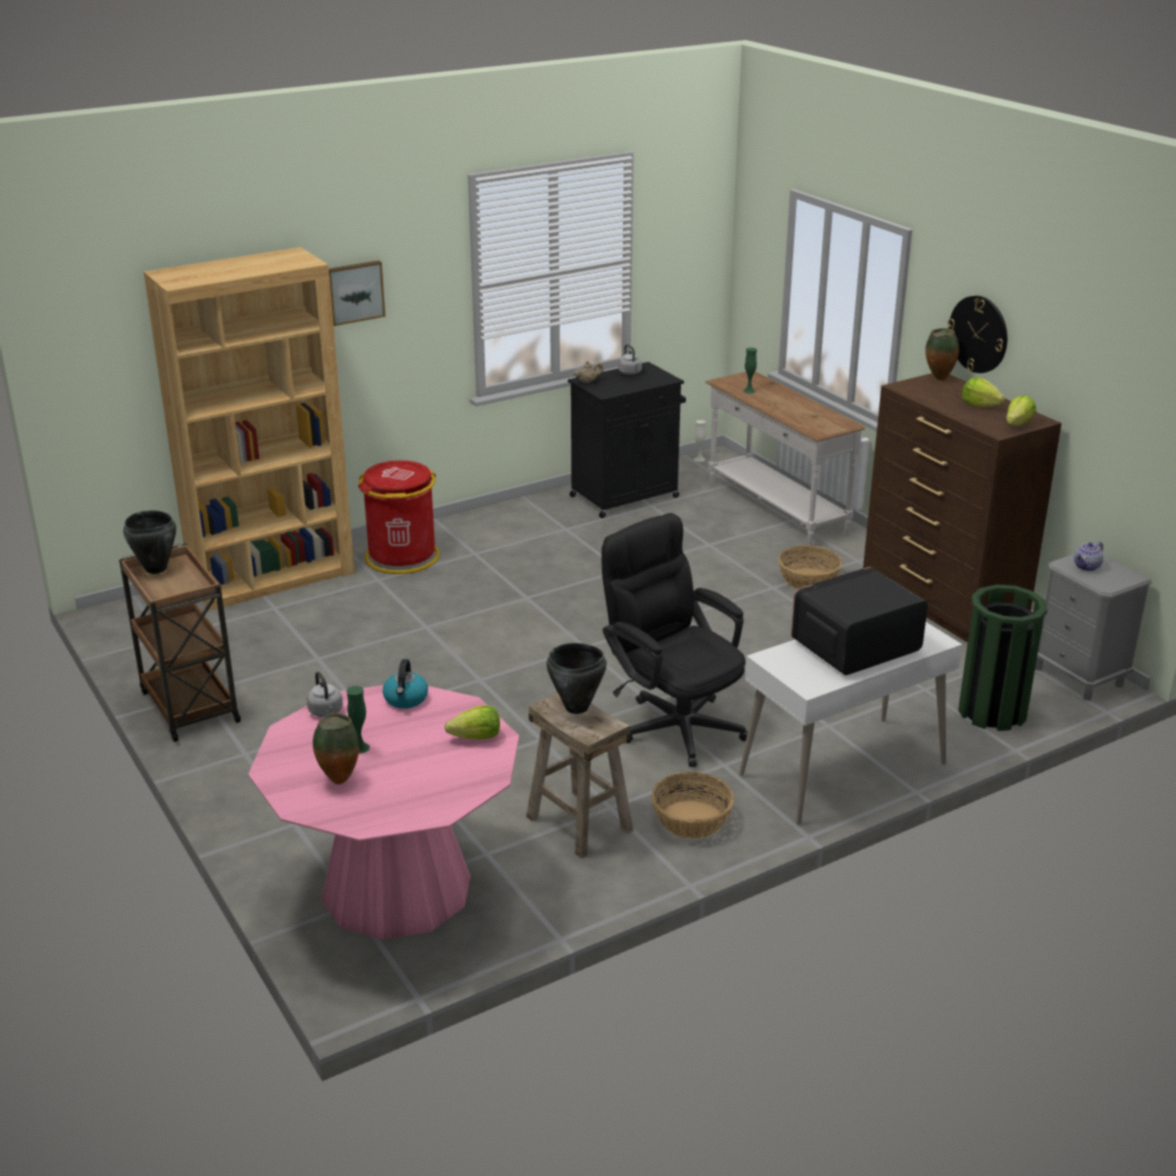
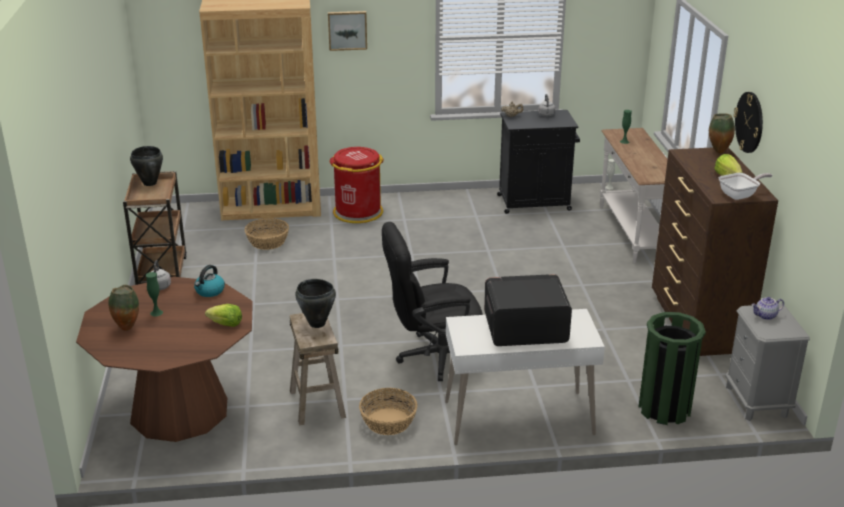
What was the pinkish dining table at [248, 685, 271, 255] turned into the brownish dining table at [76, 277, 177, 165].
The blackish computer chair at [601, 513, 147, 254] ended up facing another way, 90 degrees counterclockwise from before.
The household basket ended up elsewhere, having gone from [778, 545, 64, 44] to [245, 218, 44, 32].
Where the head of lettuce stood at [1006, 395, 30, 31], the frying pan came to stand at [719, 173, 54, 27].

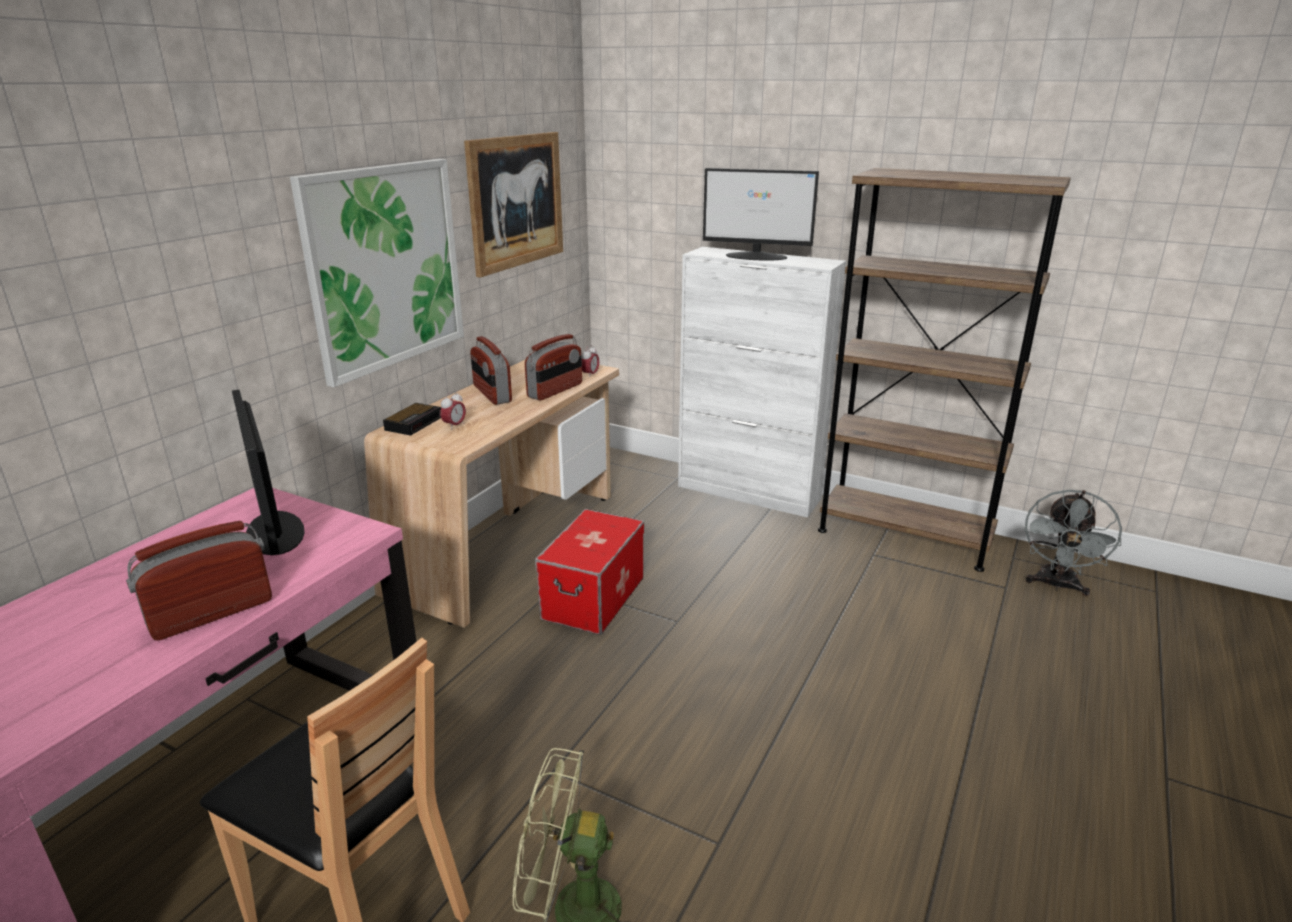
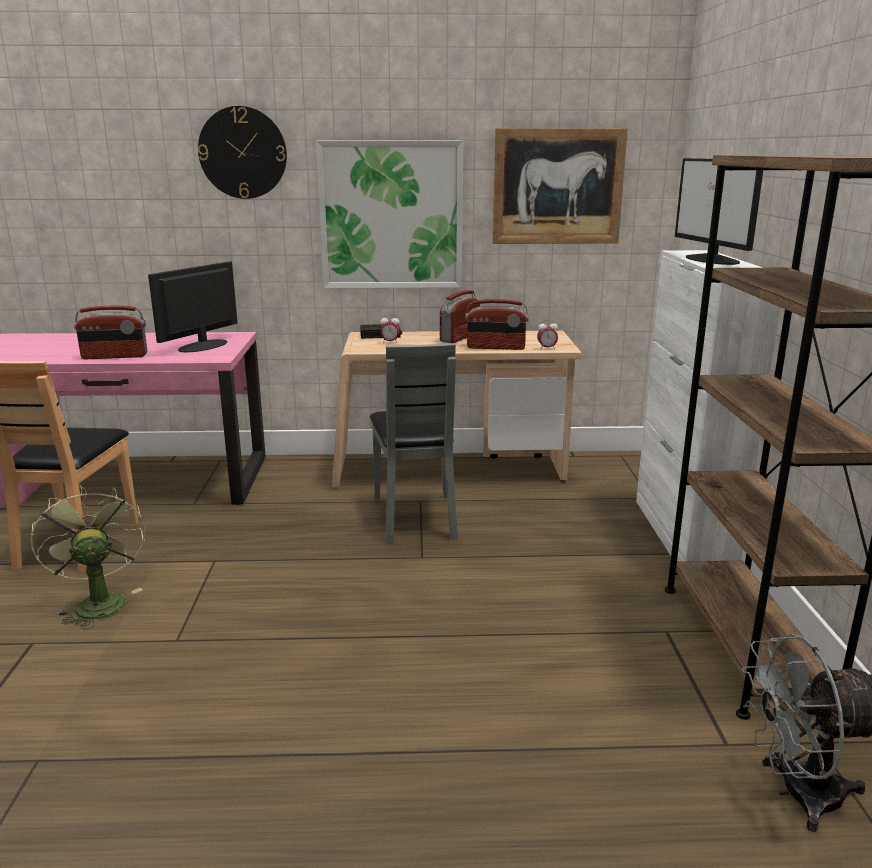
The radio receiver at [126, 521, 146, 120] ended up facing another way, 150 degrees clockwise from before.
Where the storage bin stood at [535, 509, 109, 126], the grey upright chair came to stand at [370, 343, 88, 201].
The second view gained the hanging clock at [198, 106, 89, 93].

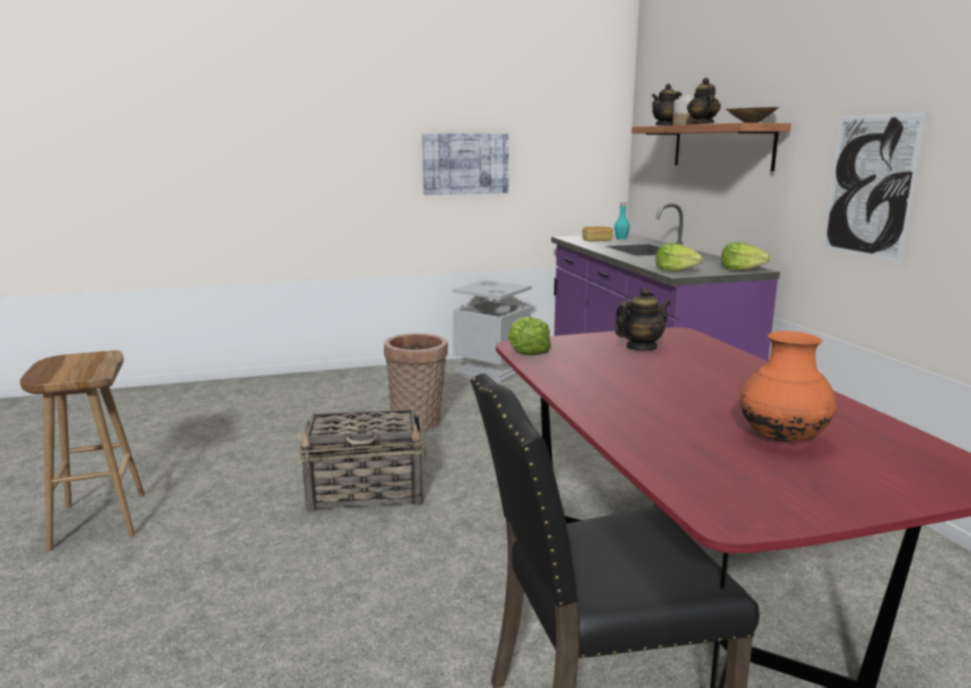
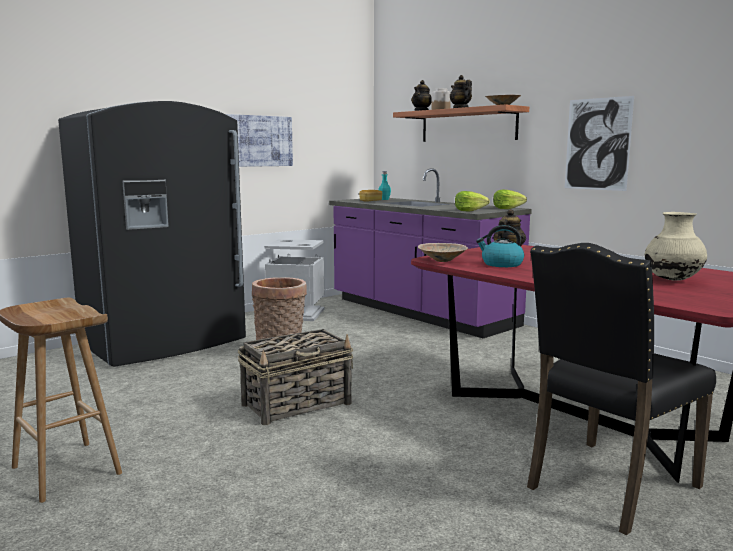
Where the head of lettuce stood at [508, 317, 43, 38], the beige deep dish came to stand at [418, 243, 50, 19].
What was the orangey decorative vase at [740, 331, 97, 111] turned into the beige decorative vase at [645, 212, 62, 69].
The second view gained the blackish fridge at [58, 101, 188, 266].
The second view gained the water kettle at [476, 225, 48, 42].

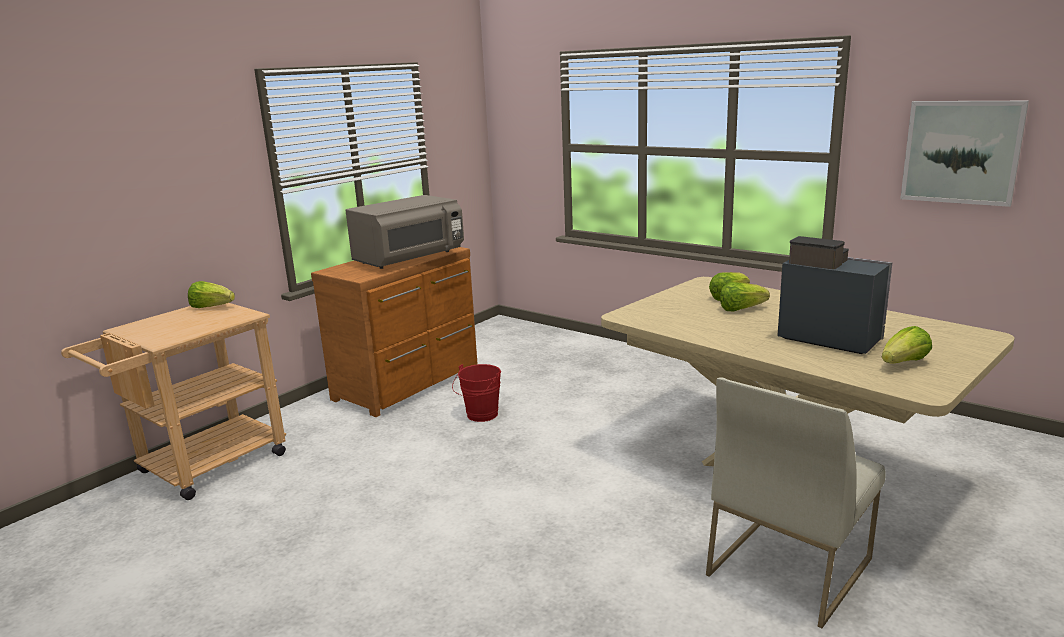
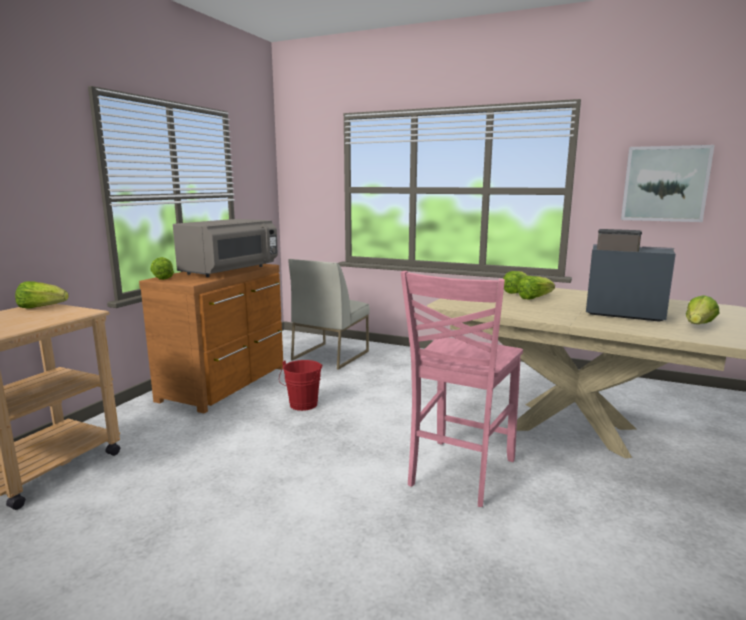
The whitish upright chair ended up elsewhere, having gone from [706, 378, 180, 250] to [288, 259, 82, 111].
The second view gained the head of lettuce at [150, 257, 24, 23].
The second view gained the pinkish upright chair at [401, 271, 122, 236].

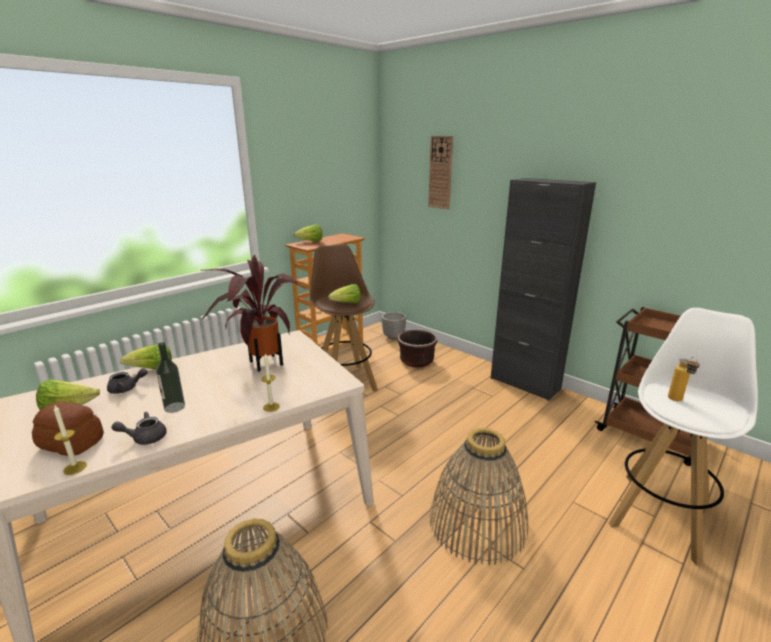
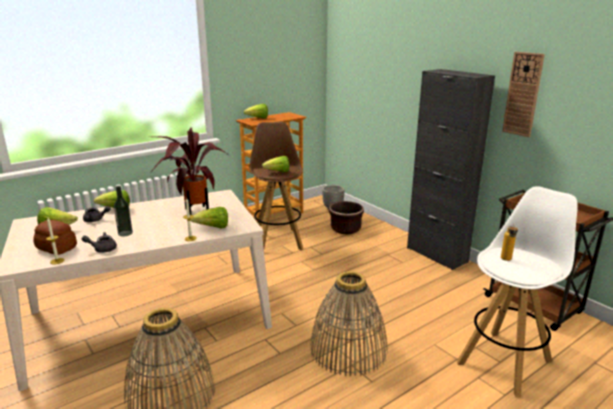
The hanging clock ended up elsewhere, having gone from [428, 136, 25, 73] to [502, 52, 43, 85].
The second view gained the head of lettuce at [190, 207, 38, 21].

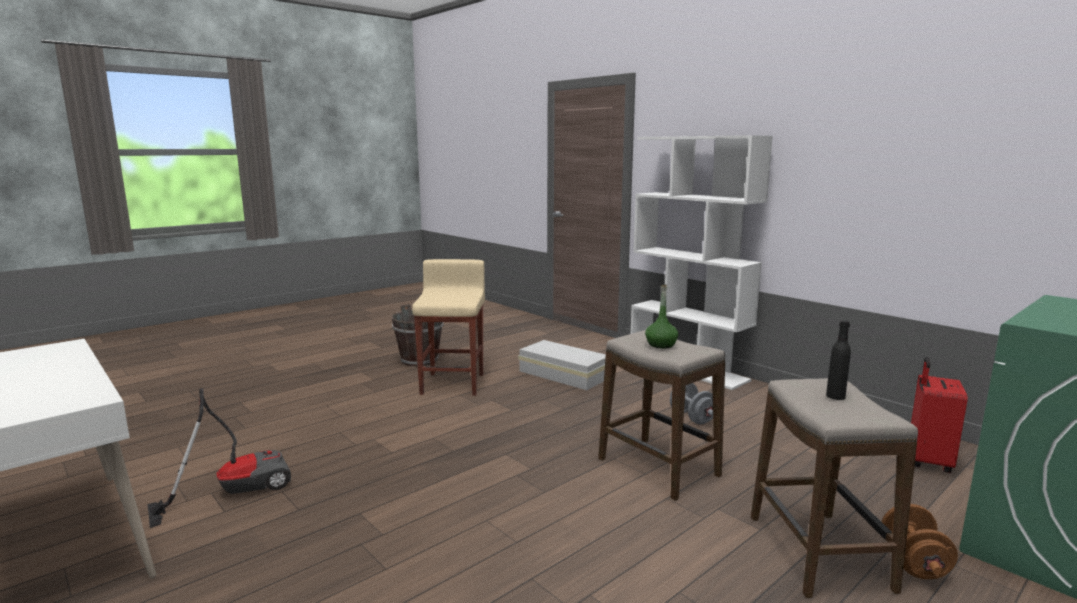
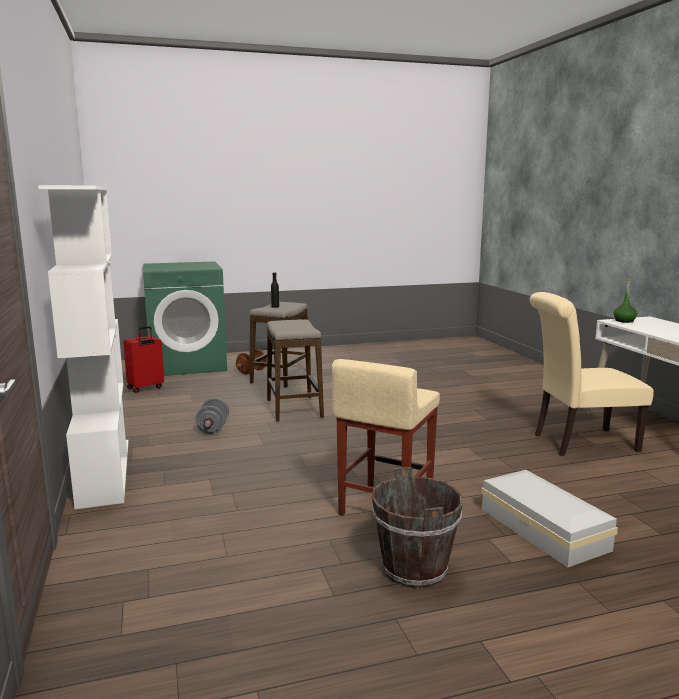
Where the hoover stood at [147, 388, 144, 140], the beige upright chair came to stand at [530, 292, 124, 164].
The whitish storage bin ended up elsewhere, having gone from [518, 340, 88, 50] to [481, 470, 137, 98].
The green-coloured bottle ended up elsewhere, having gone from [645, 285, 33, 64] to [613, 279, 24, 44].

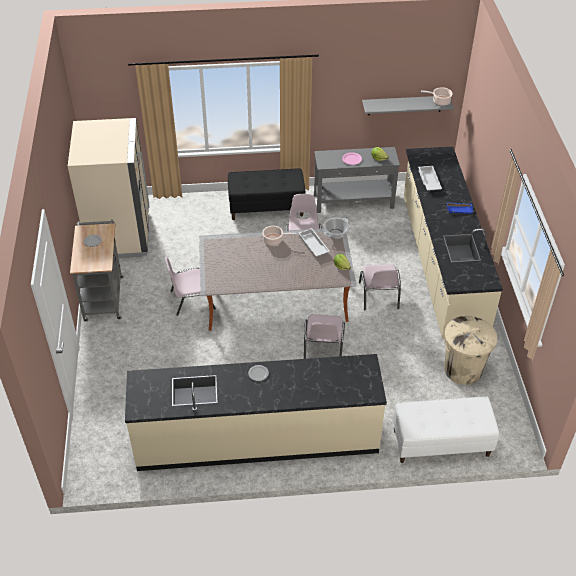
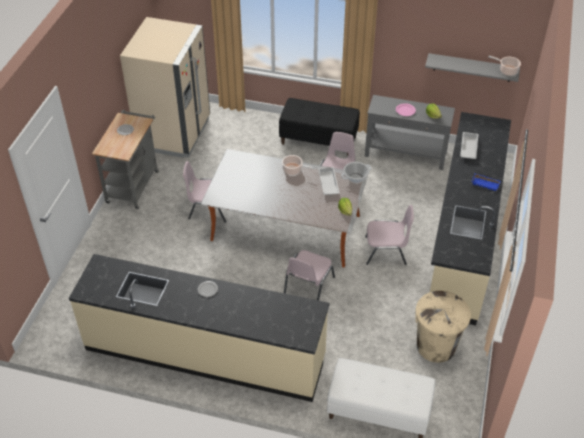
The pinkish upright chair at [359, 265, 42, 45] ended up facing another way, 105 degrees counterclockwise from before.

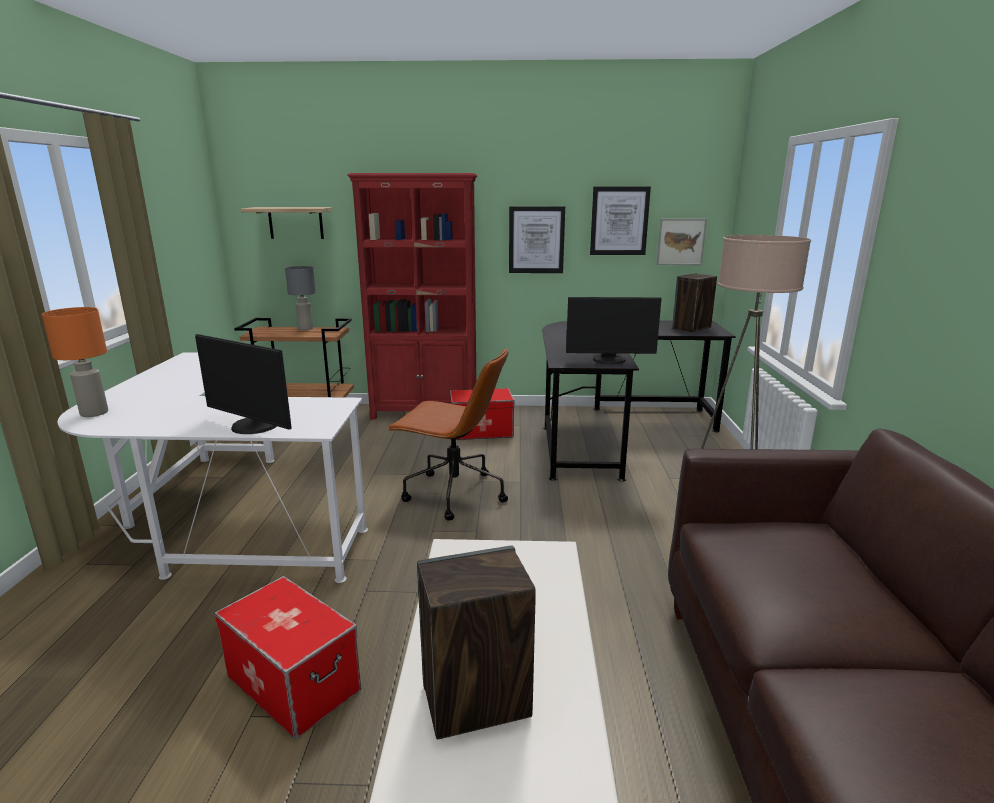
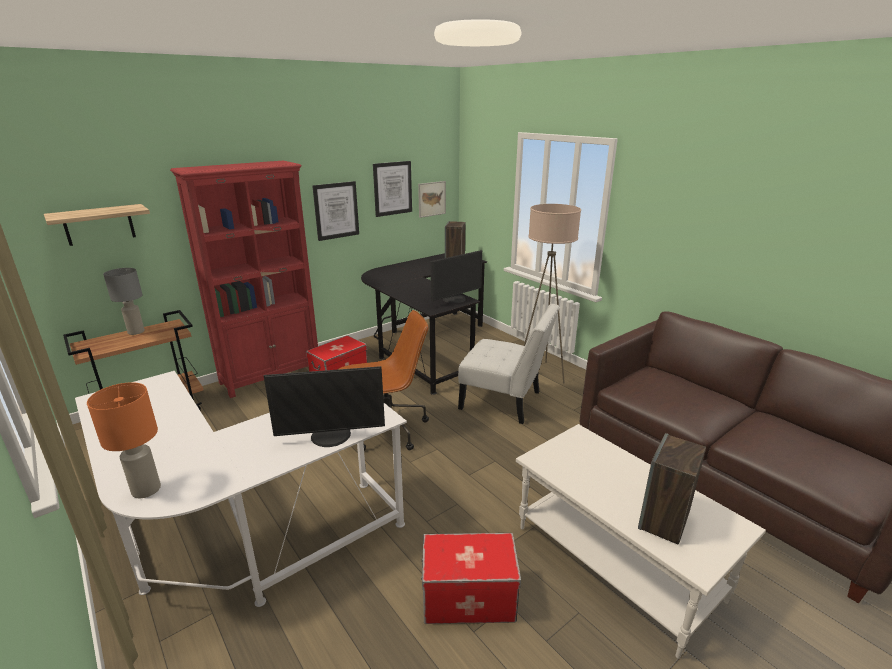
The second view gained the whitish upright chair at [458, 304, 102, 120].

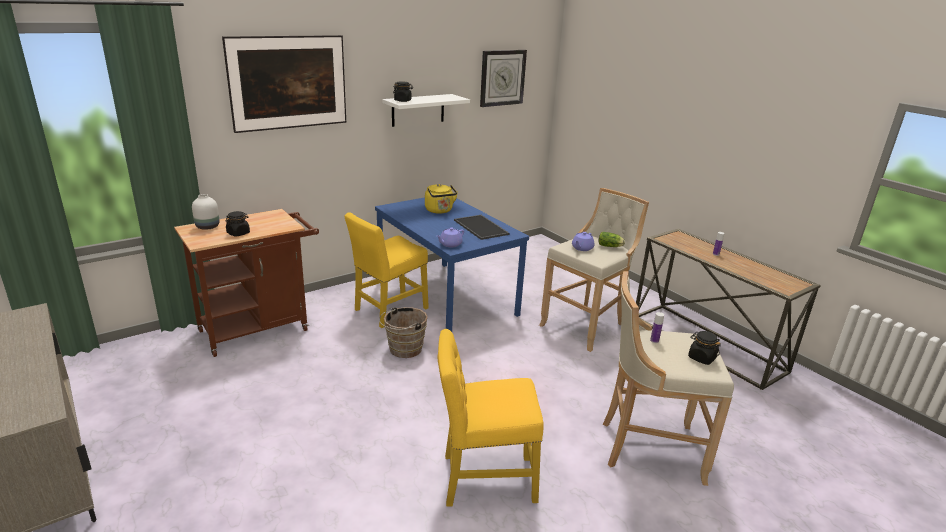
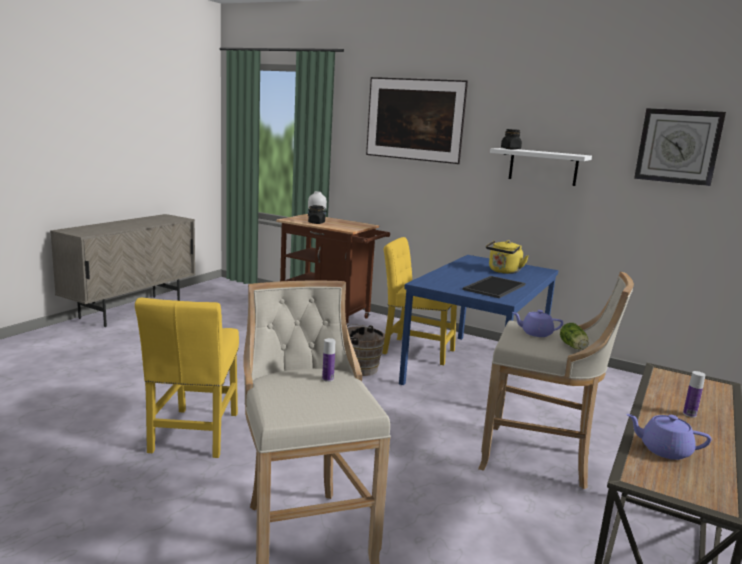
The purple-coloured teapot ended up elsewhere, having gone from [437, 228, 27, 20] to [626, 414, 86, 46].
The yellow-coloured upright chair at [438, 329, 106, 178] ended up facing another way, 150 degrees counterclockwise from before.
The second view lost the blackish jar at [688, 331, 33, 34].

